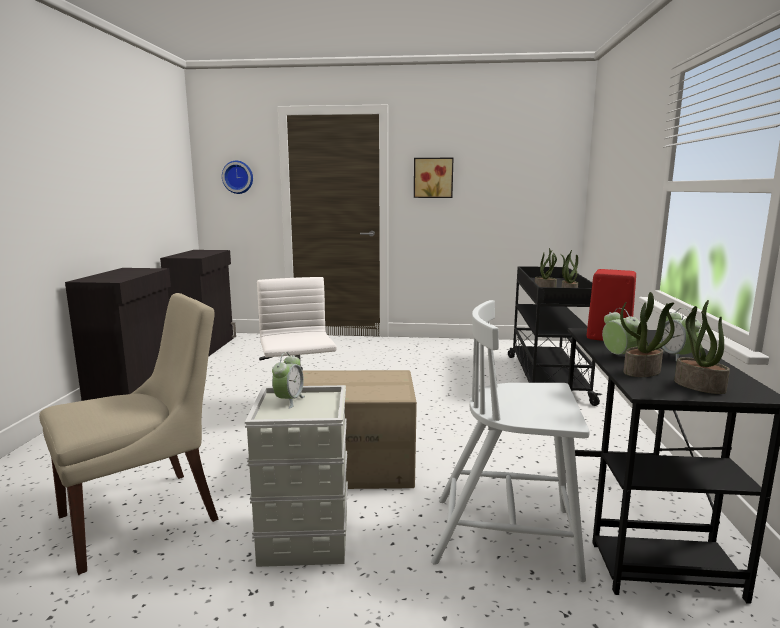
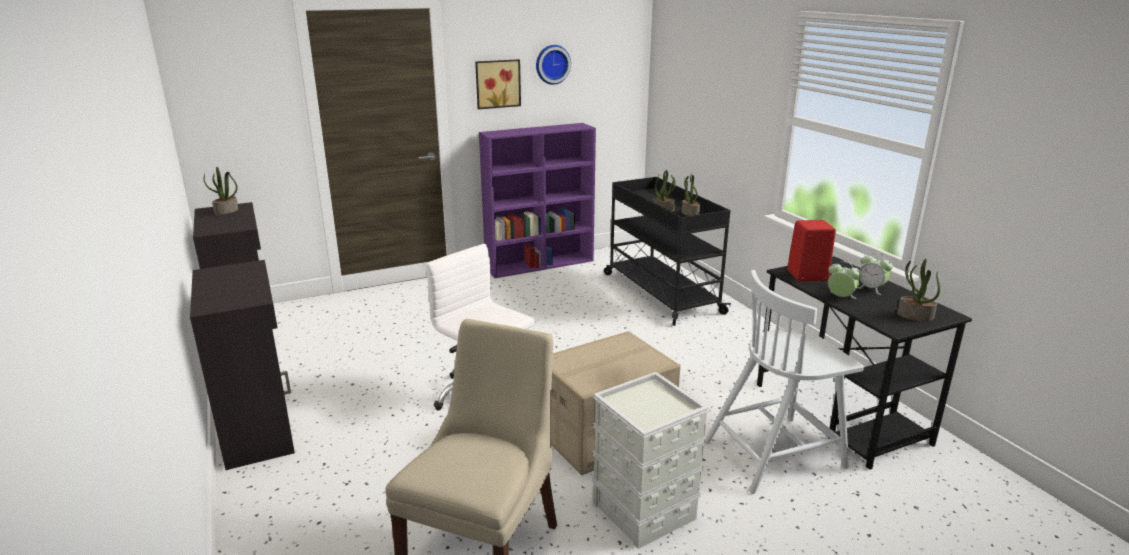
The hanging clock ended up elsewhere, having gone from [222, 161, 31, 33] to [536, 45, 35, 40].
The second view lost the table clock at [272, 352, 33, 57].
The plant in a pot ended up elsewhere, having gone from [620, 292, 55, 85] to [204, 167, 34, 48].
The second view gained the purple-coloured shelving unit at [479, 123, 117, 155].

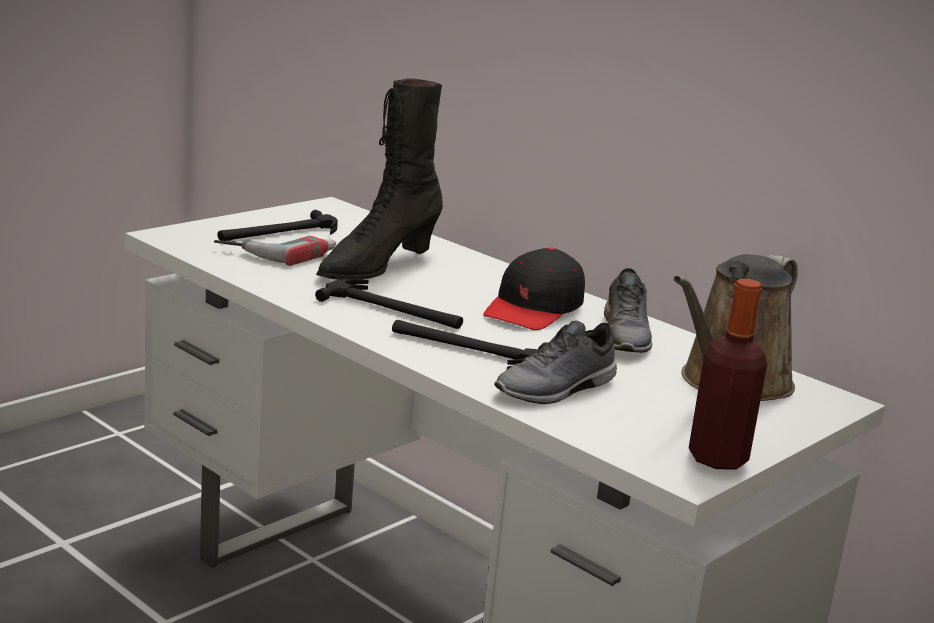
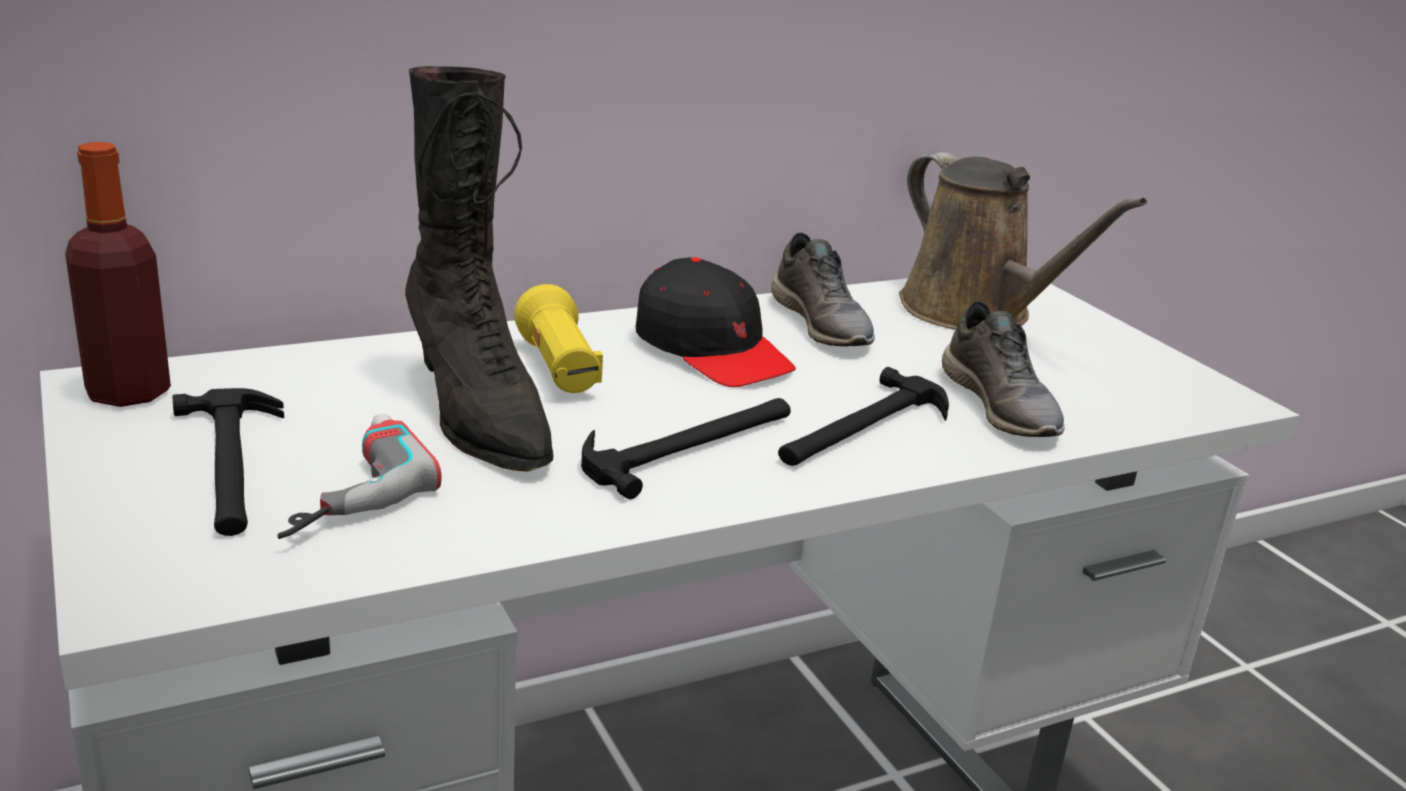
The grey shoe at [604, 268, 48, 85] ended up facing another way, 45 degrees clockwise from before.
The bottle ended up elsewhere, having gone from [689, 278, 78, 192] to [65, 142, 106, 265].
The second view gained the yellow-coloured flashlight at [514, 284, 89, 109].

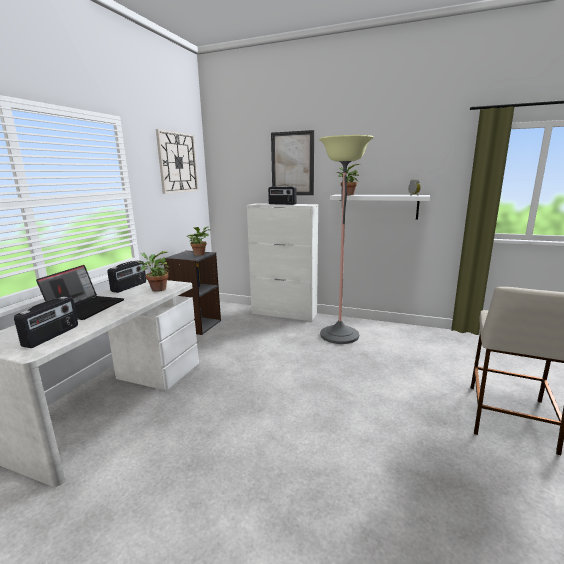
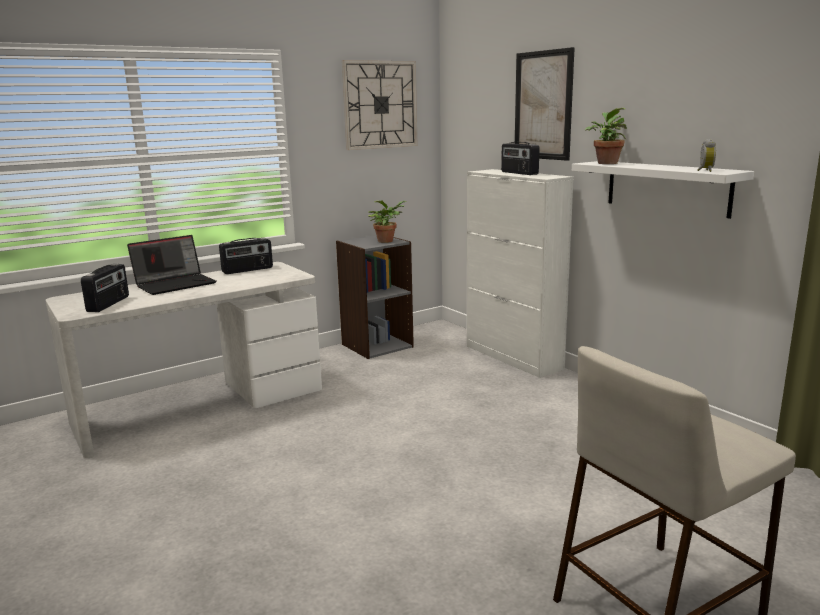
The radio receiver at [14, 296, 64, 52] ended up facing another way, 45 degrees counterclockwise from before.
The second view lost the plant in a pot at [138, 251, 31, 41].
The second view lost the standing lamp at [319, 135, 55, 209].

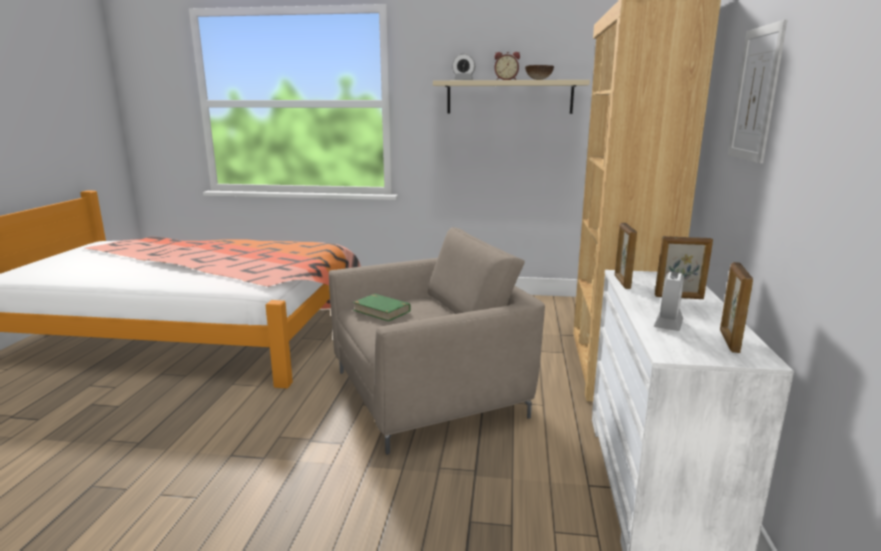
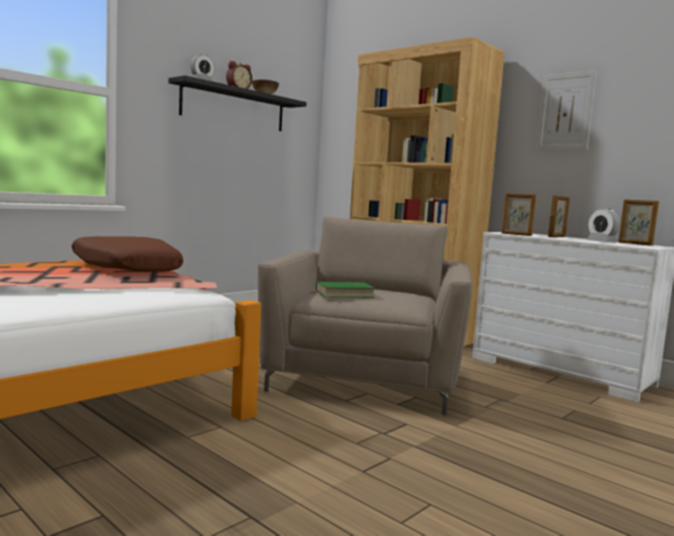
What was the beige shelf at [433, 80, 157, 34] turned into the blackish shelf at [168, 75, 139, 56].
The second view gained the brownish pillow at [72, 236, 111, 36].

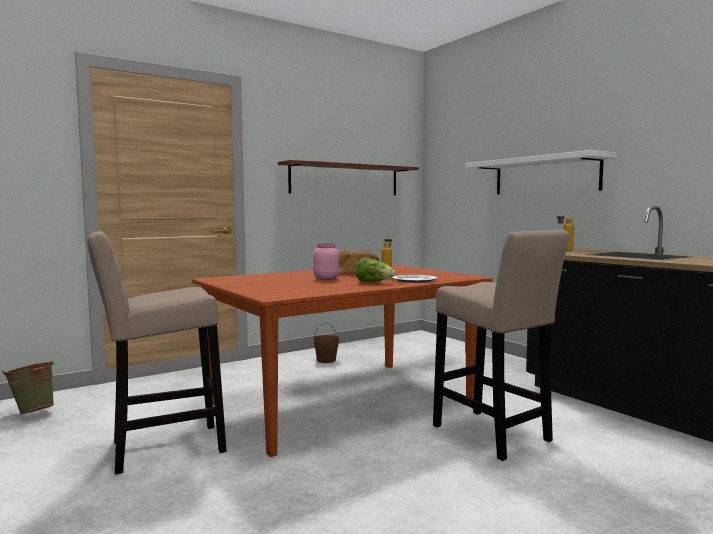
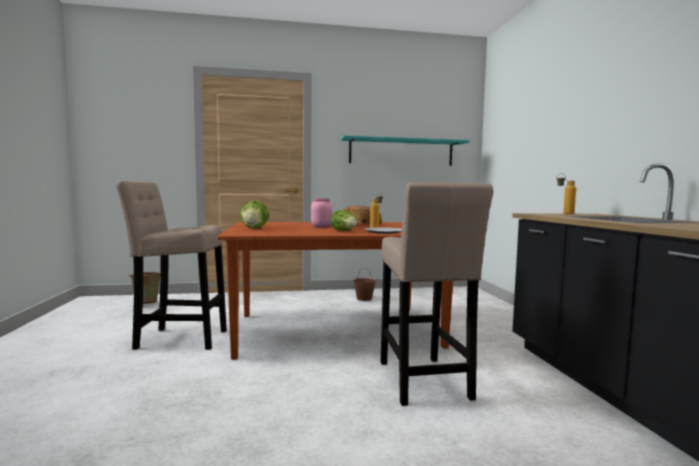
What was the brownish shelf at [278, 160, 141, 35] turned into the turquoise-coloured shelf at [340, 136, 130, 30].
The second view lost the whitish shelf at [465, 150, 152, 44].
The second view gained the head of lettuce at [240, 200, 30, 29].

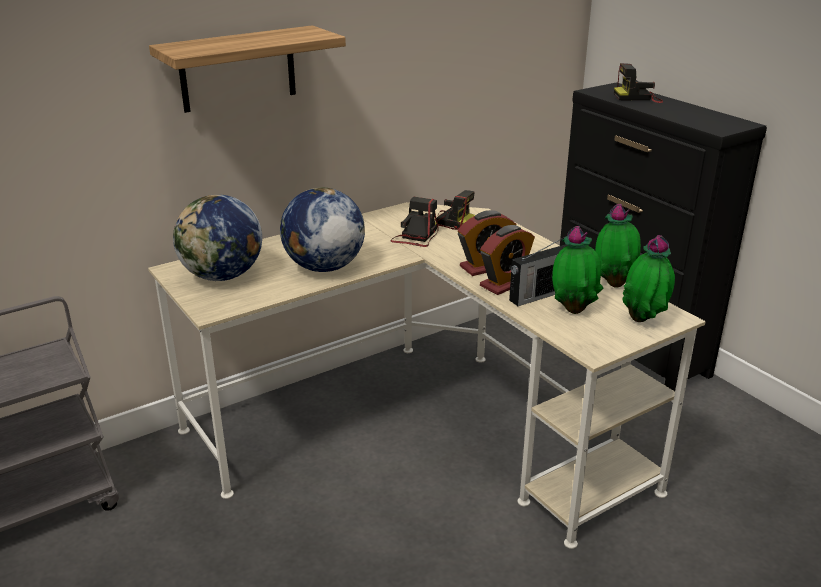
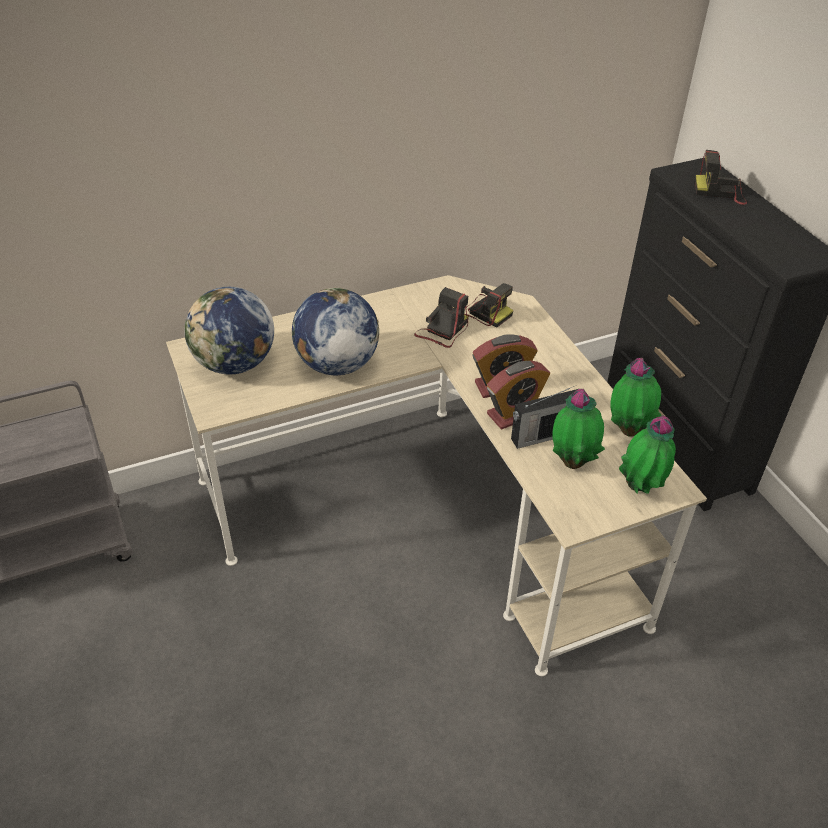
The second view lost the shelf at [149, 25, 197, 88].

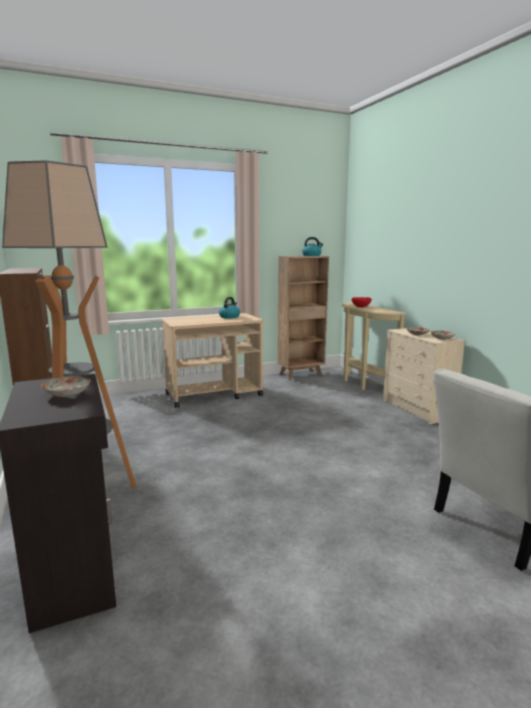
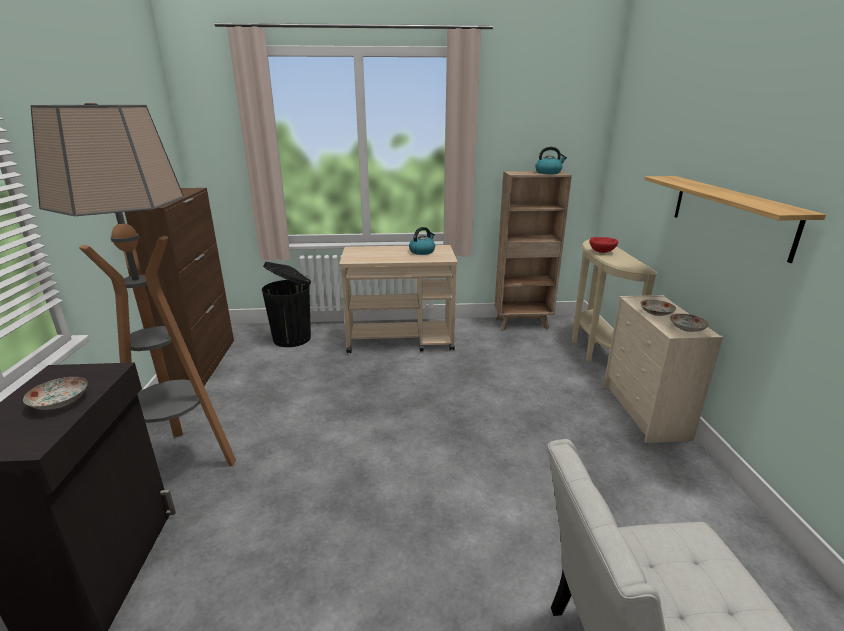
The second view gained the blackish trash can at [262, 262, 49, 85].
The second view gained the shelf at [644, 176, 182, 87].

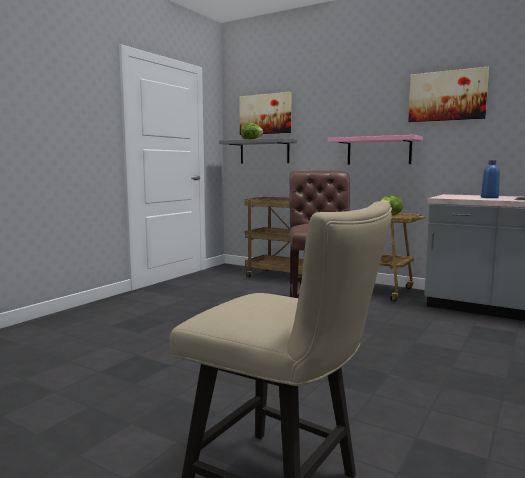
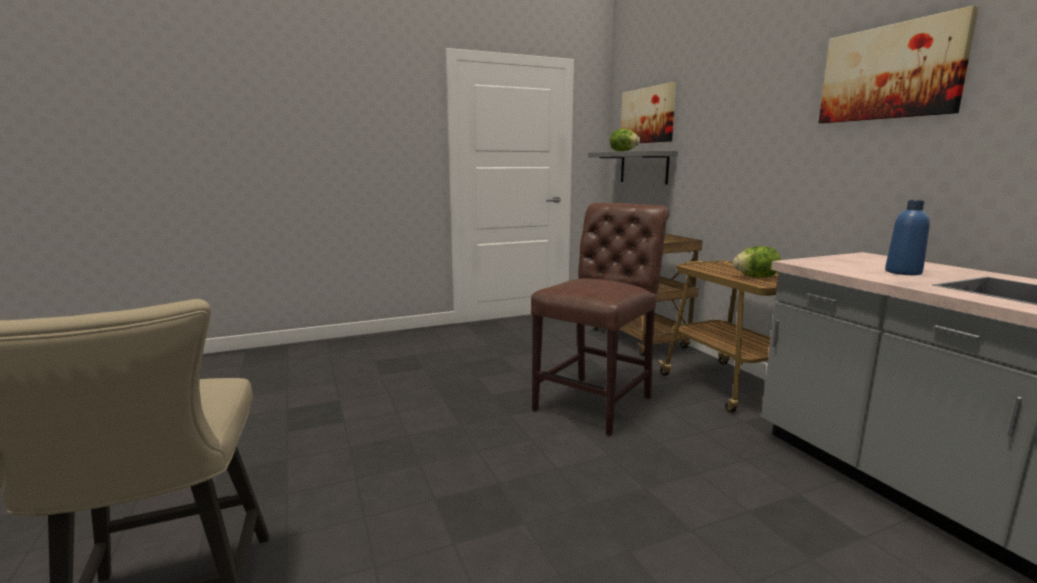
The second view lost the pinkish shelf at [328, 135, 95, 29].

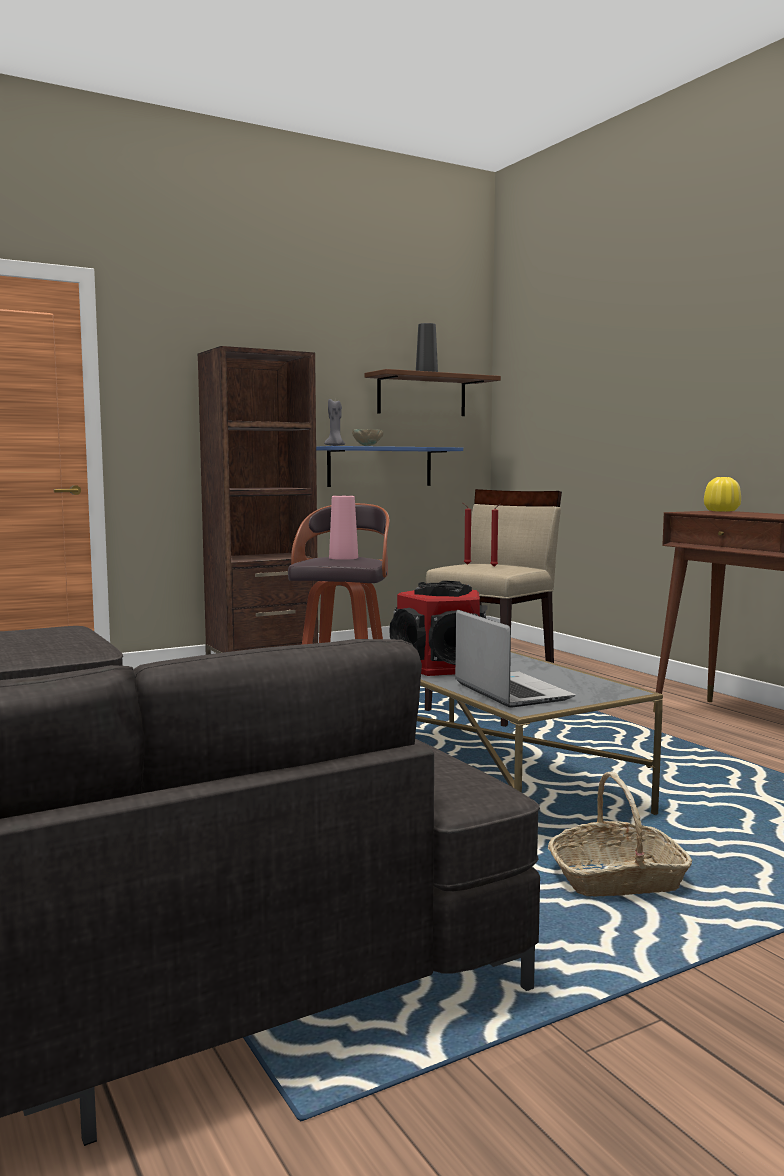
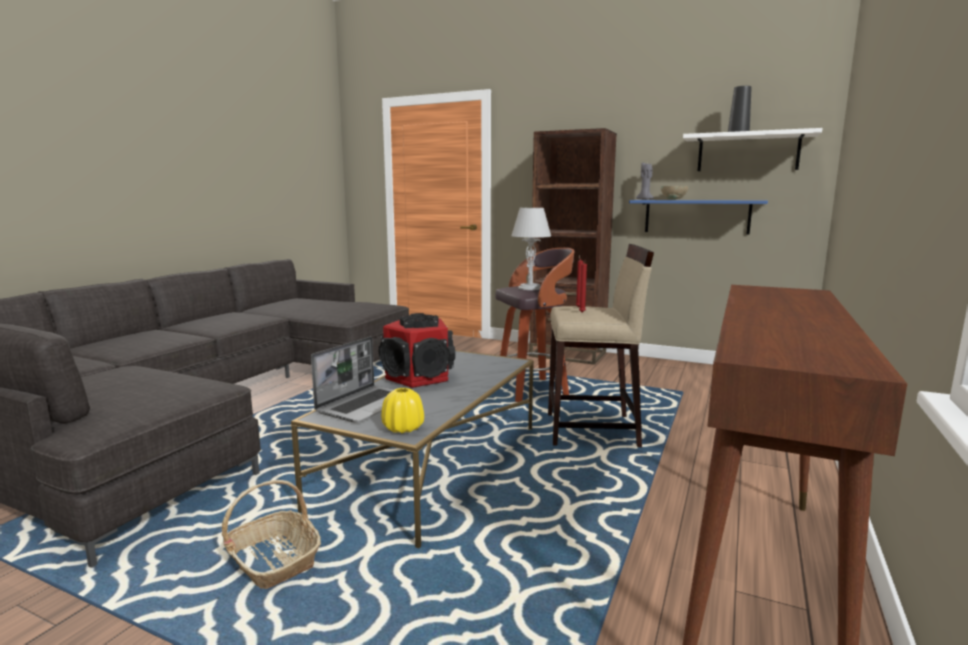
Where the pinkish decorative vase stood at [329, 496, 29, 64], the grey lamp for a table came to stand at [511, 208, 40, 82].
What was the brownish shelf at [364, 369, 137, 47] turned into the whitish shelf at [683, 128, 139, 43].
The yellow-coloured decorative vase ended up elsewhere, having gone from [704, 477, 37, 35] to [381, 388, 43, 45].

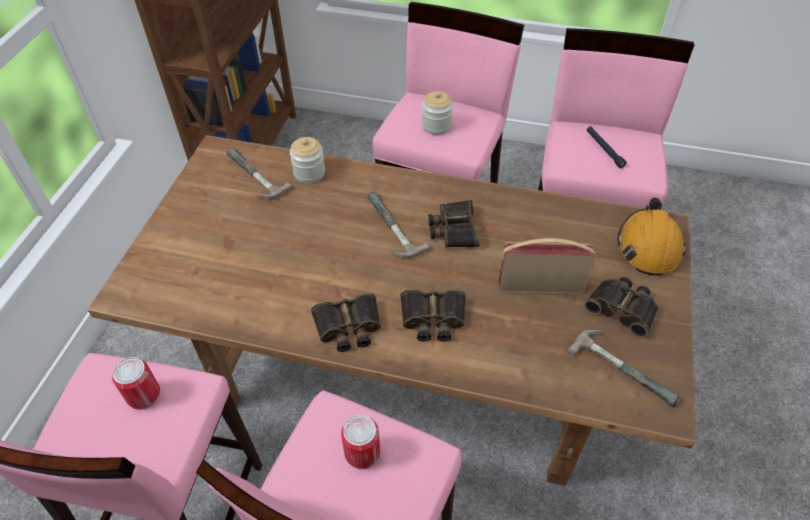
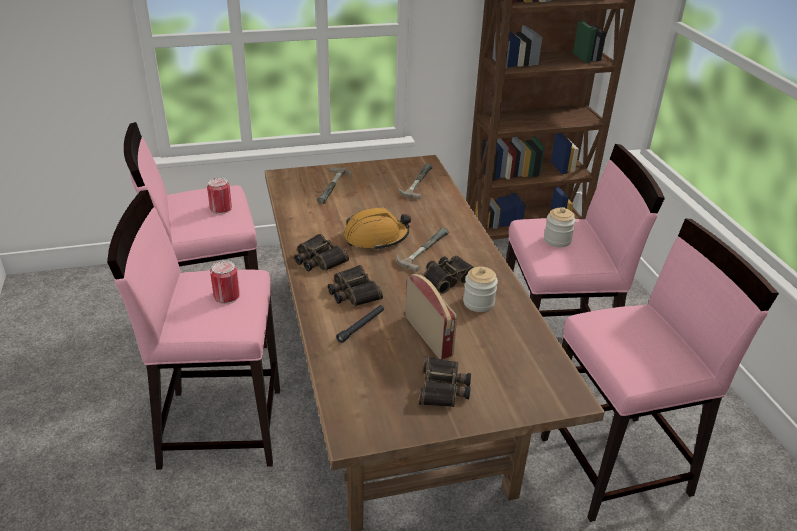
The jar ended up elsewhere, having gone from [290, 137, 35, 46] to [463, 267, 35, 45].
The tool hammer ended up elsewhere, having gone from [568, 330, 112, 77] to [317, 167, 35, 37].
The blackish flashlight ended up elsewhere, having gone from [587, 127, 40, 41] to [336, 305, 48, 38].
The orangey hard hat ended up elsewhere, having gone from [618, 198, 68, 77] to [344, 208, 67, 43].

